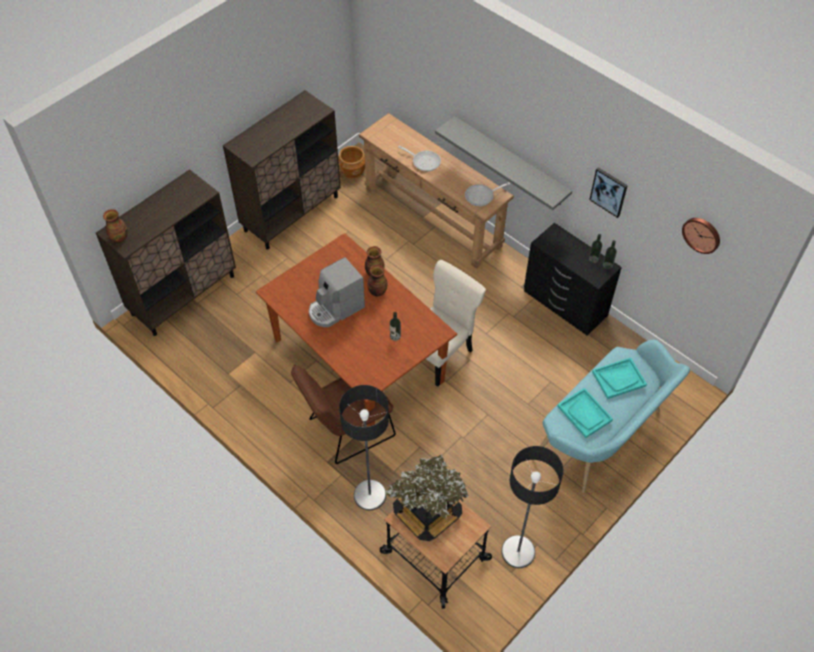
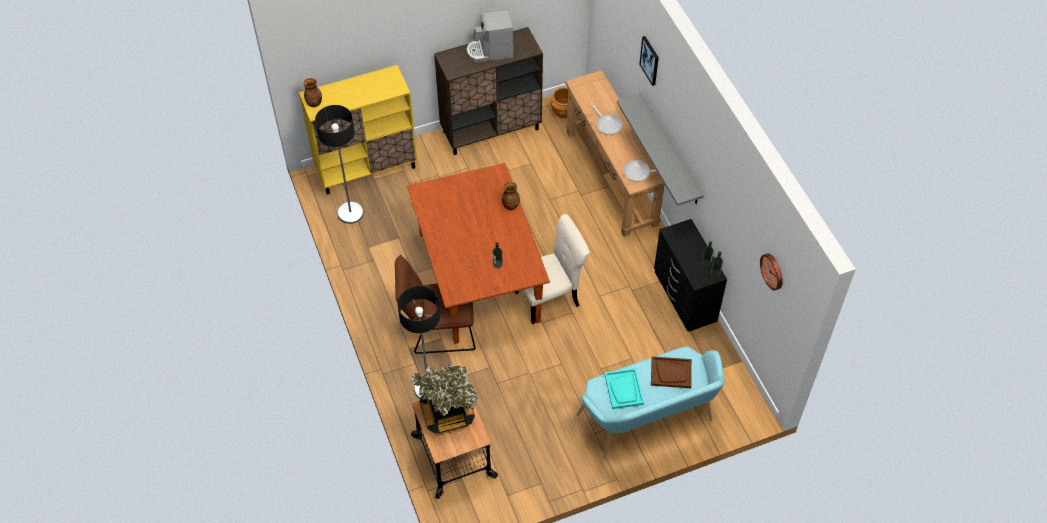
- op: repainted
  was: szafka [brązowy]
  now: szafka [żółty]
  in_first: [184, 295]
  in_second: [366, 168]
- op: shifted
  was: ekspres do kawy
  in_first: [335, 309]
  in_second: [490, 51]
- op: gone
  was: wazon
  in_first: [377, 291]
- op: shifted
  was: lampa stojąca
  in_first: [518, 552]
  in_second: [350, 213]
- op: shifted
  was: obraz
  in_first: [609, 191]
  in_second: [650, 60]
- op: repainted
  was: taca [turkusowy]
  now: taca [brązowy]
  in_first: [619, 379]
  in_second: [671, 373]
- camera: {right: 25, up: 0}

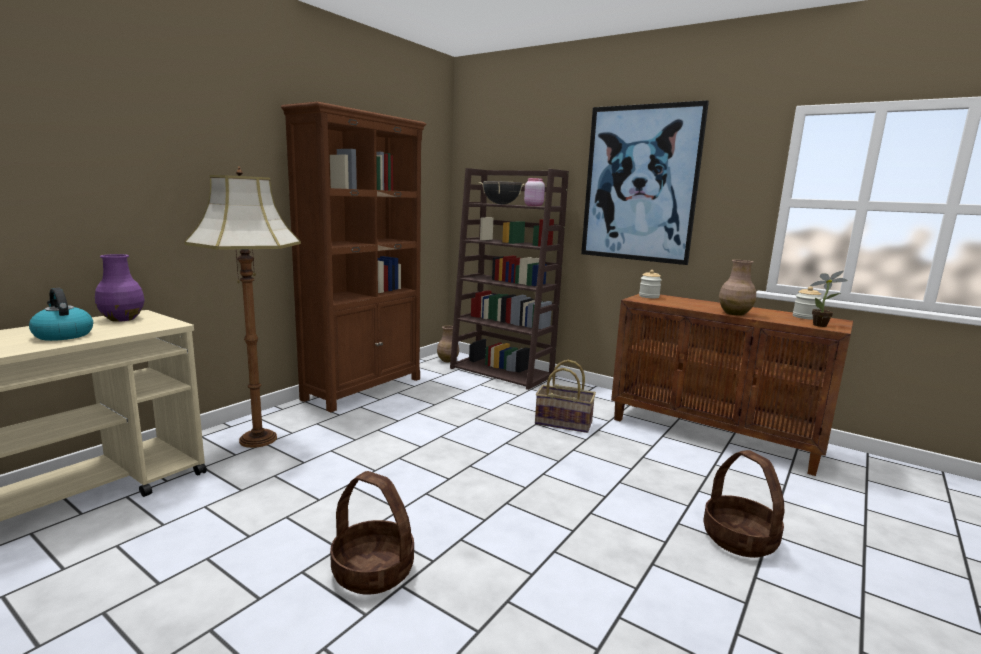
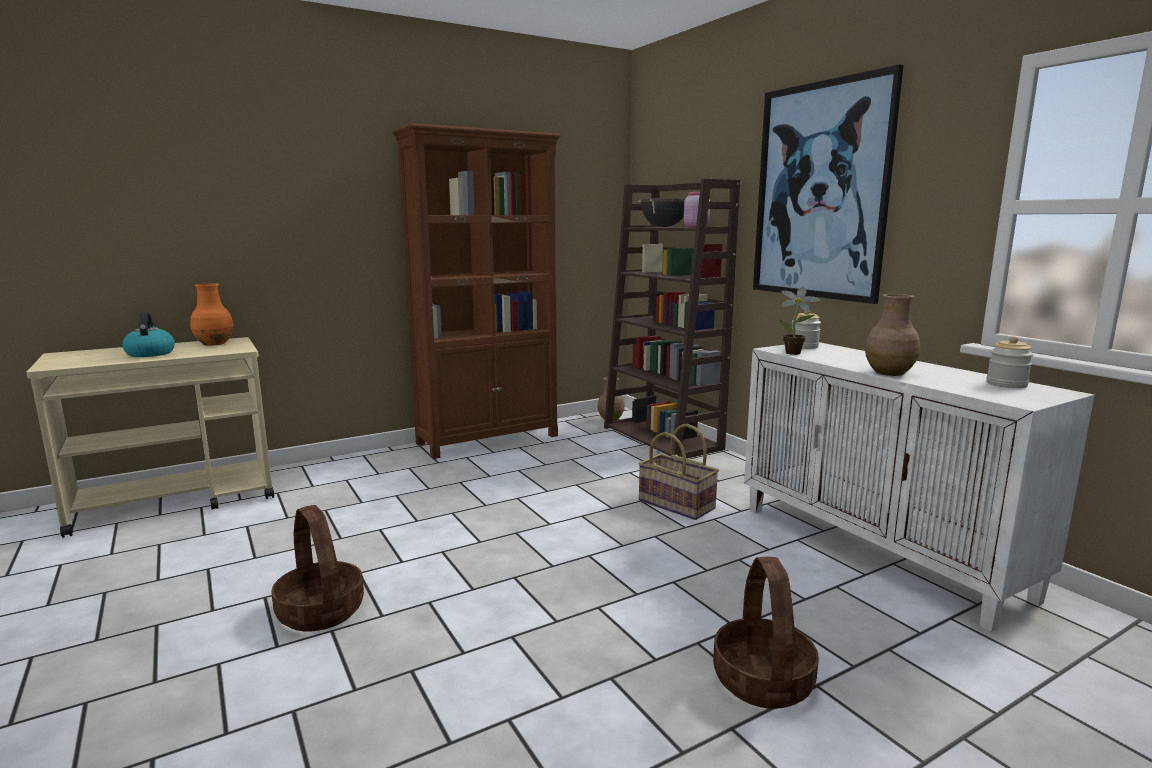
- op: repainted
  was: wazon [fioletowy]
  now: wazon [pomarańczowy]
  in_first: [122, 319]
  in_second: [214, 343]
- op: gone
  was: lampa stojąca
  in_first: [260, 439]
- op: repainted
  was: szafka [brązowy]
  now: szafka [biały]
  in_first: [713, 435]
  in_second: [879, 550]
- op: shifted
  was: roślina doniczkowa
  in_first: [822, 325]
  in_second: [795, 353]
- camera: {right: 25, up: 0}

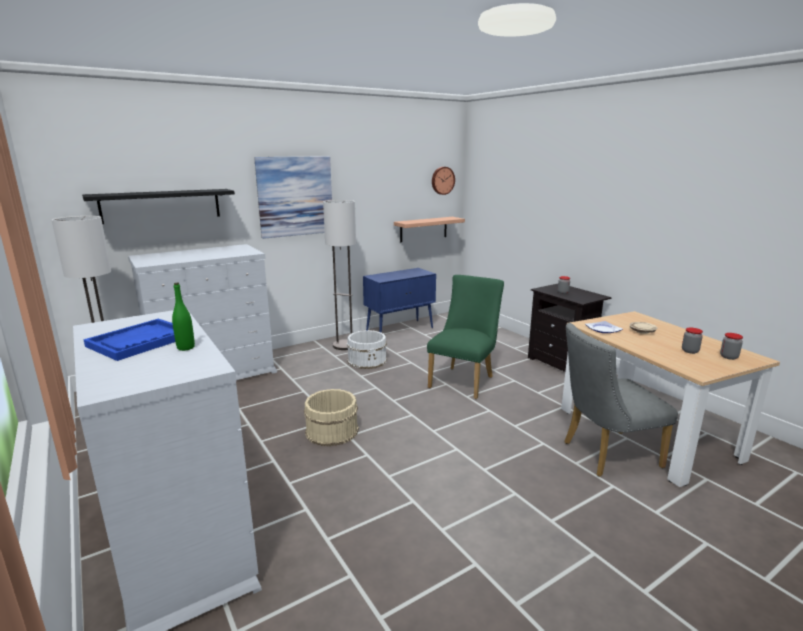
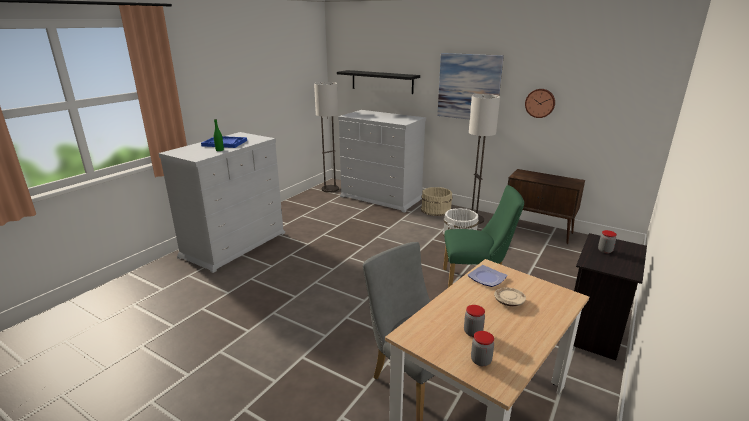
- op: shifted
  was: wiadro [beżowy]
  in_first: [331, 431]
  in_second: [436, 209]
- op: repainted
  was: szafka [niebieski]
  now: szafka [brązowy]
  in_first: [400, 329]
  in_second: [538, 231]
- op: gone
  was: półka
  in_first: [423, 229]
- op: shifted
  was: zegar ścienny
  in_first: [442, 180]
  in_second: [540, 103]
- camera: {right: 65, up: 5}

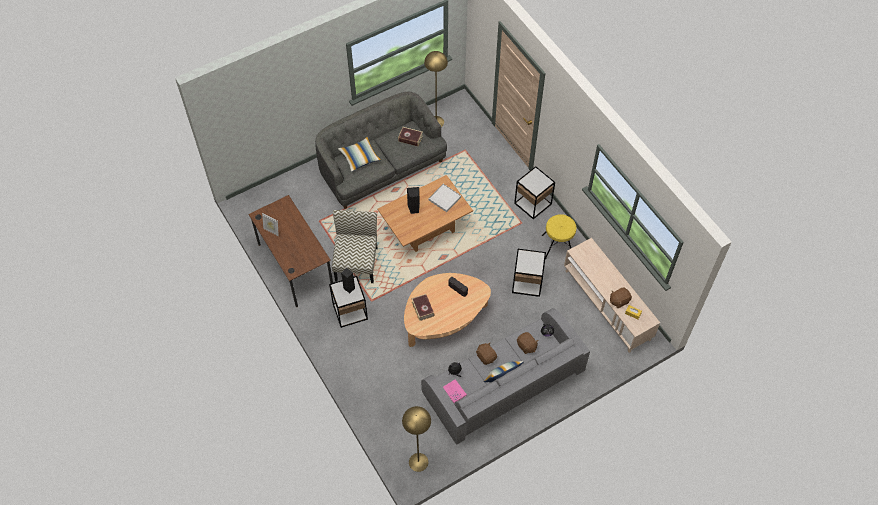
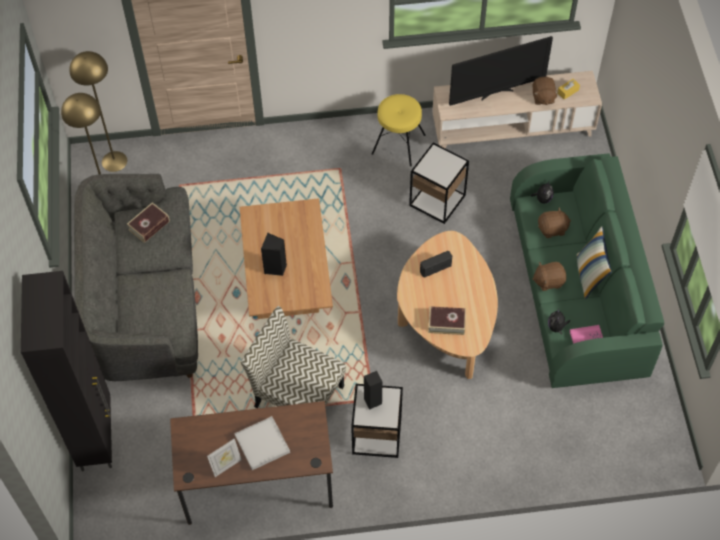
- op: gone
  was: poduszka
  in_first: [360, 157]
- op: shifted
  was: lampa stojąca [żółty]
  in_first: [418, 462]
  in_second: [114, 161]
- op: repainted
  was: kanapa [szary]
  now: kanapa [zielony]
  in_first: [503, 383]
  in_second: [577, 288]
- op: shifted
  was: taca [biały]
  in_first: [444, 198]
  in_second: [262, 444]
- op: gone
  was: stolik
  in_first: [533, 203]
- op: new
  now: szafka [czarny]
  in_second: [97, 436]
- op: new
  now: telewizor
  in_second: [496, 93]
- camera: {right: -65, up: 0}

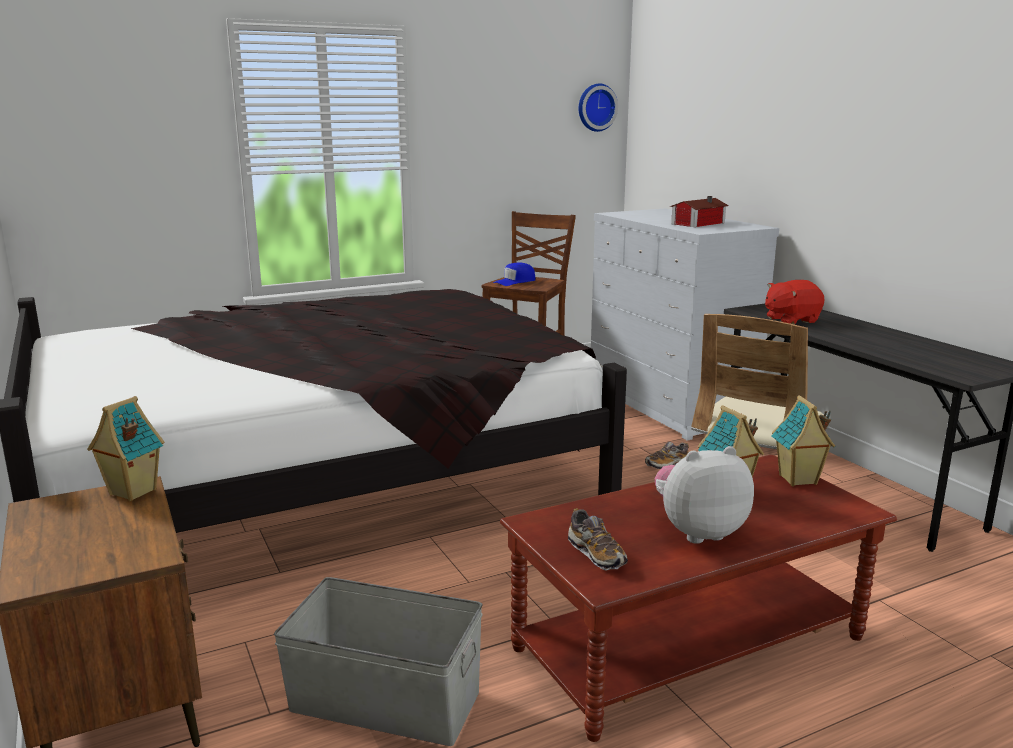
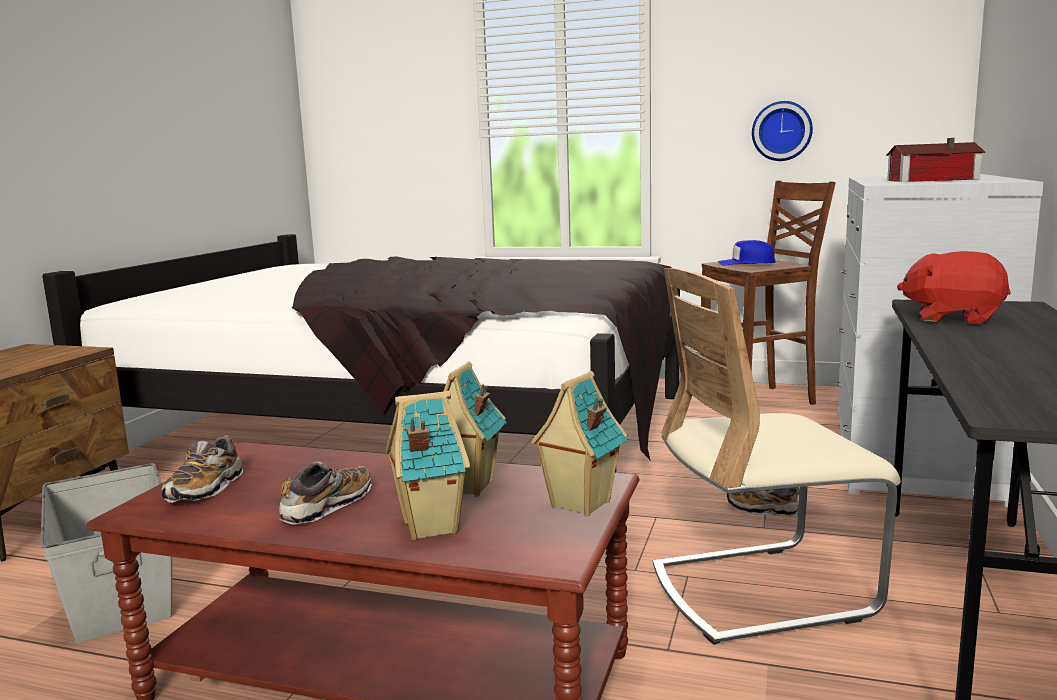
- op: shifted
  was: domek
  in_first: [131, 492]
  in_second: [429, 527]
- op: shifted
  was: zegar ścienny
  in_first: [595, 107]
  in_second: [782, 131]
- op: swapped
  was: pluszak
  now: but
  in_first: [698, 532]
  in_second: [327, 507]
- camera: {right: 45, up: -5}

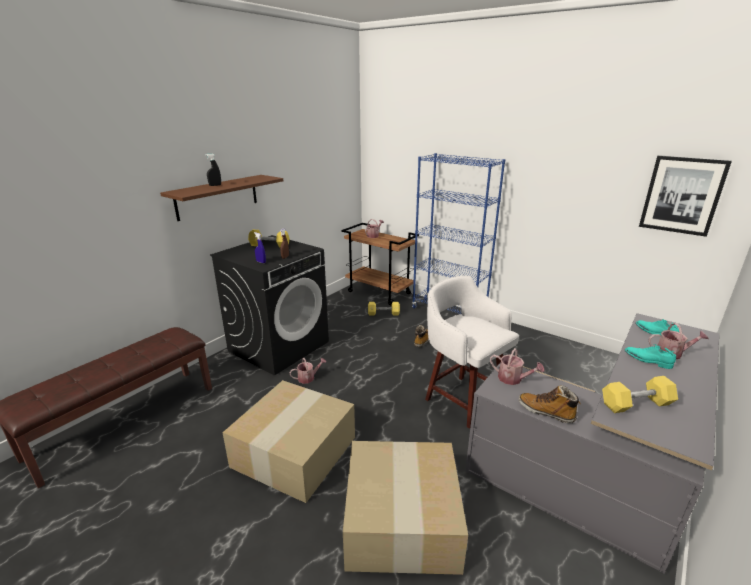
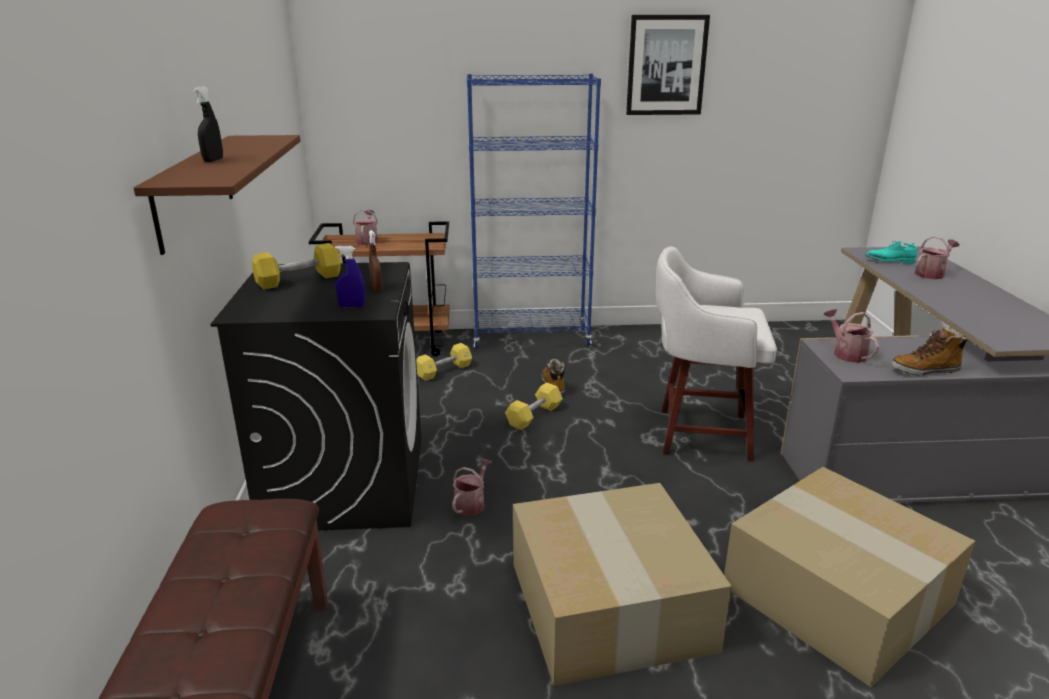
- op: rotated
  was: konewka
  in_first: [513, 379]
  in_second: [846, 353]
  clockwise: -105
- op: shifted
  was: hantel [żółty]
  in_first: [636, 404]
  in_second: [534, 416]
- op: gone
  was: but [turkusowy]
  in_first: [647, 361]
- op: shifted
  was: obraz
  in_first: [682, 195]
  in_second: [666, 65]
- camera: {right: -40, up: 0}

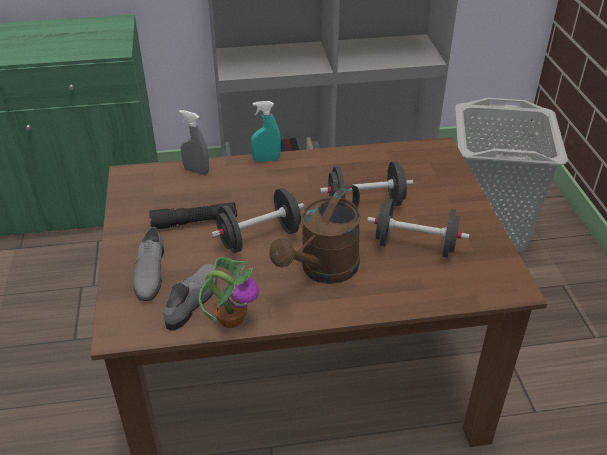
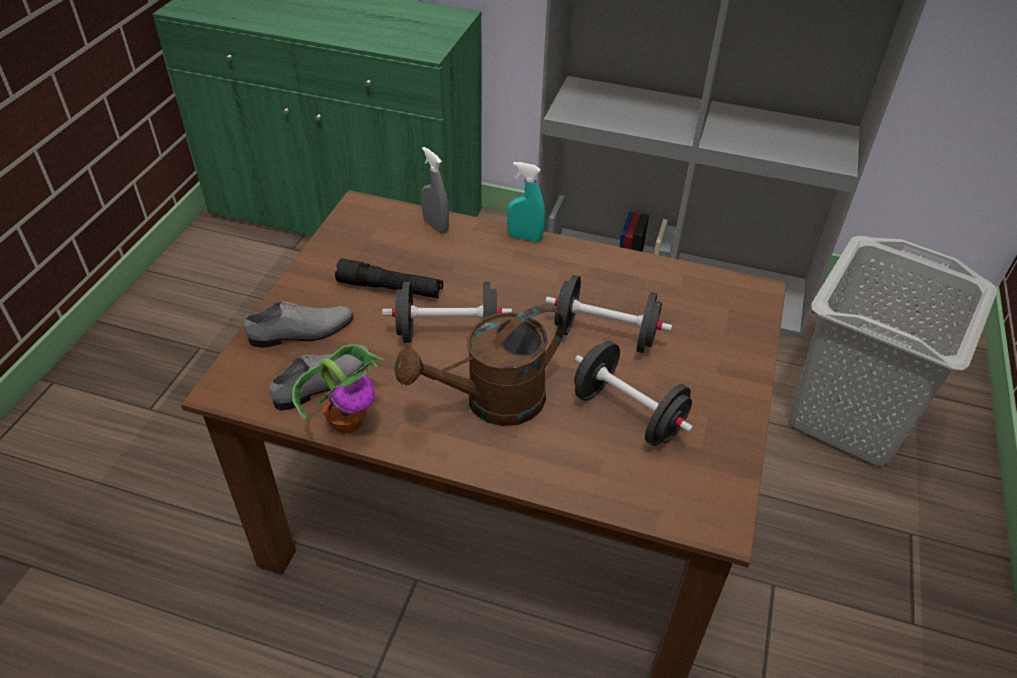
- op: rotated
  was: but [szary]
  in_first: [149, 272]
  in_second: [302, 332]
  clockwise: -135
- camera: {right: 25, up: 5}

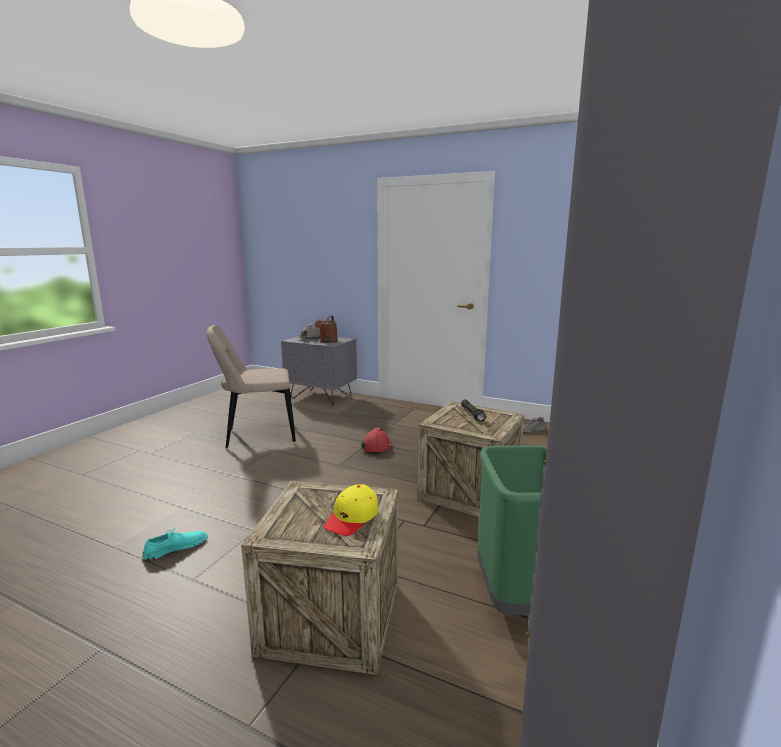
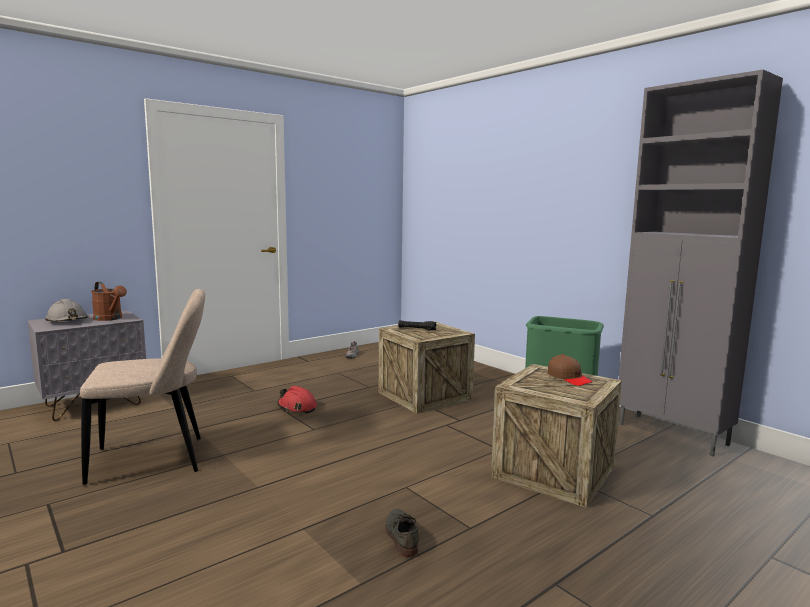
- op: repainted
  was: but [turkusowy]
  now: but [szary]
  in_first: [176, 547]
  in_second: [401, 535]
- op: rotated
  was: krzesło [beżowy]
  in_first: [257, 435]
  in_second: [154, 459]
  clockwise: -120
- op: repainted
  was: czapka z daszkiem [żółty]
  now: czapka z daszkiem [brązowy]
  in_first: [352, 518]
  in_second: [569, 378]
- camera: {right: -65, up: -5}

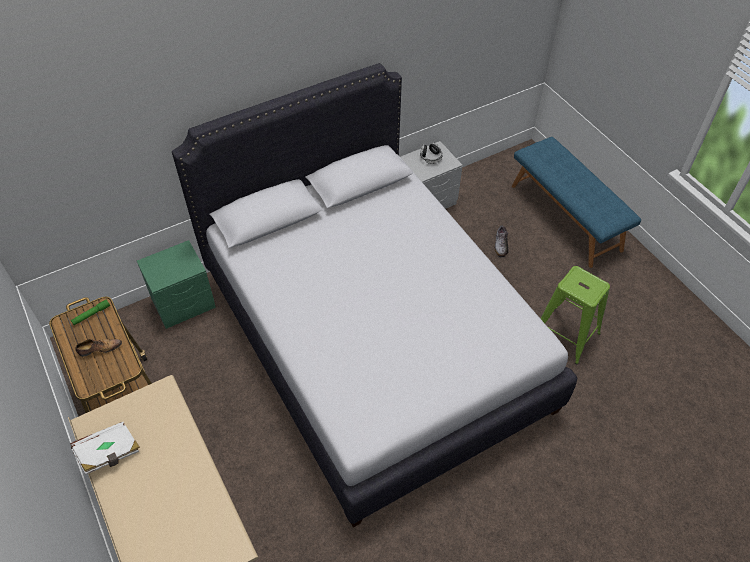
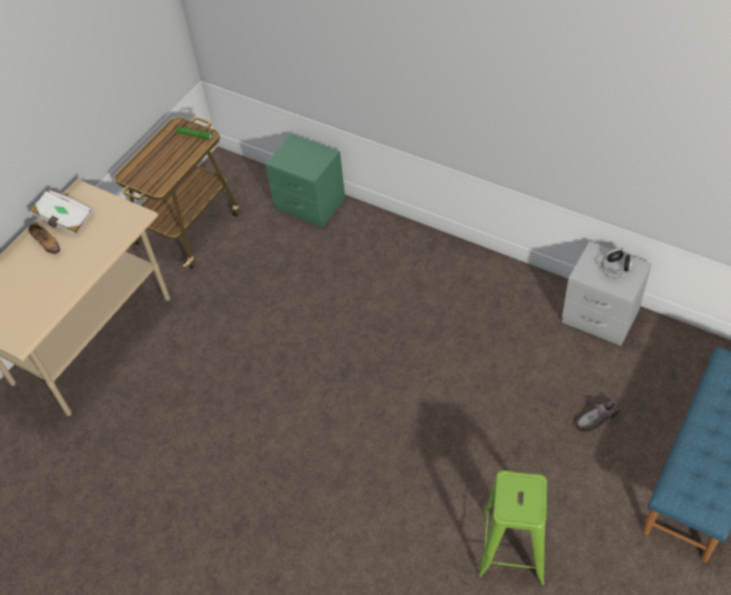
- op: shifted
  was: but
  in_first: [99, 349]
  in_second: [46, 243]
- op: gone
  was: łóżko [biały]
  in_first: [373, 340]
- camera: {right: 65, up: 0}

